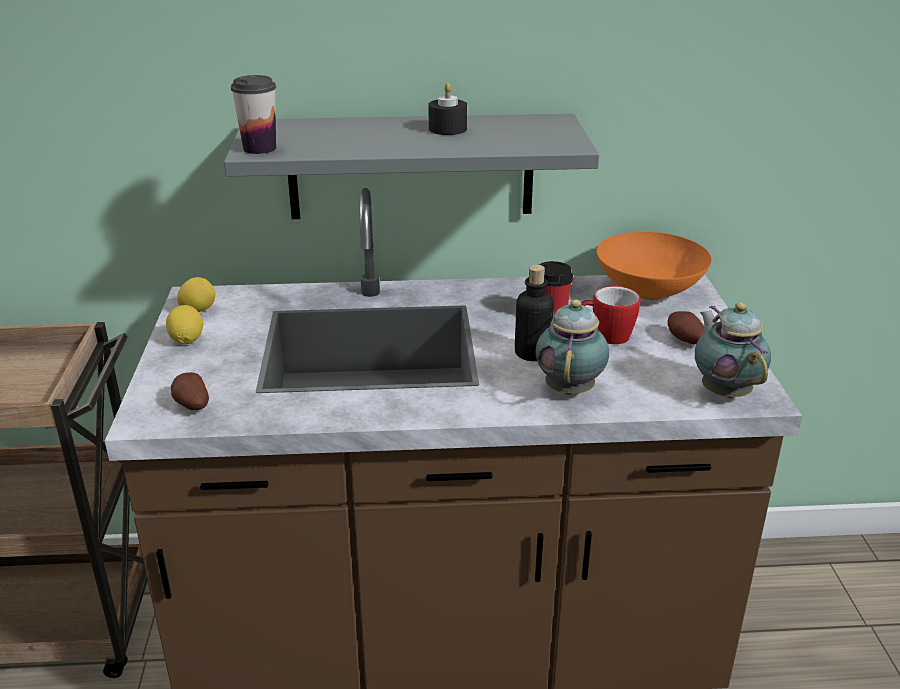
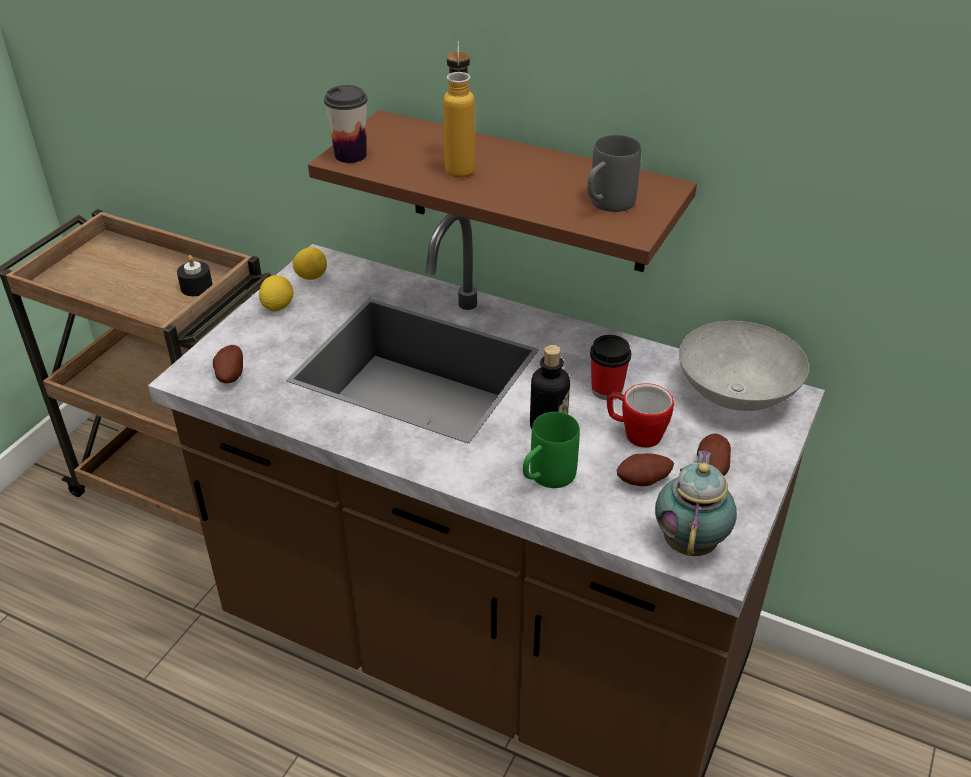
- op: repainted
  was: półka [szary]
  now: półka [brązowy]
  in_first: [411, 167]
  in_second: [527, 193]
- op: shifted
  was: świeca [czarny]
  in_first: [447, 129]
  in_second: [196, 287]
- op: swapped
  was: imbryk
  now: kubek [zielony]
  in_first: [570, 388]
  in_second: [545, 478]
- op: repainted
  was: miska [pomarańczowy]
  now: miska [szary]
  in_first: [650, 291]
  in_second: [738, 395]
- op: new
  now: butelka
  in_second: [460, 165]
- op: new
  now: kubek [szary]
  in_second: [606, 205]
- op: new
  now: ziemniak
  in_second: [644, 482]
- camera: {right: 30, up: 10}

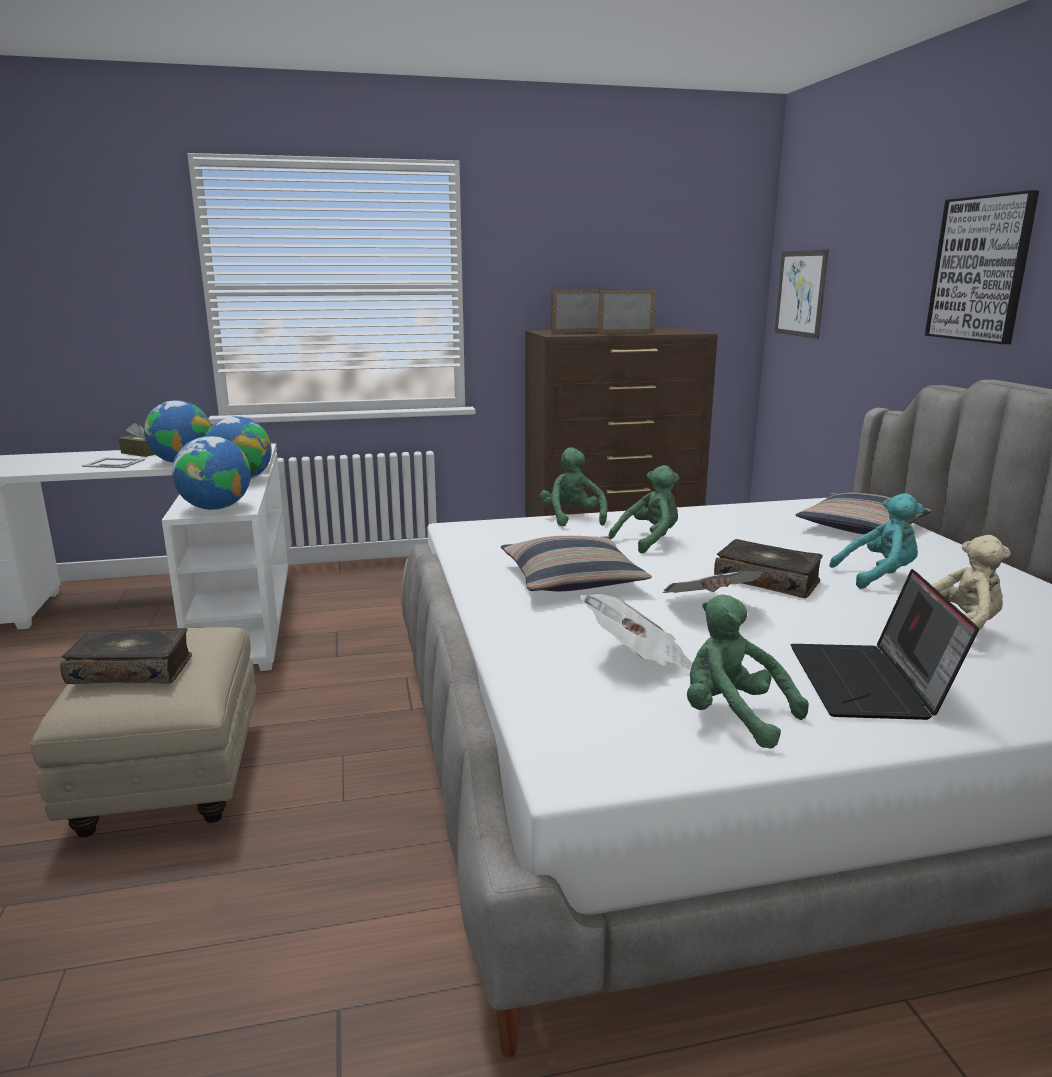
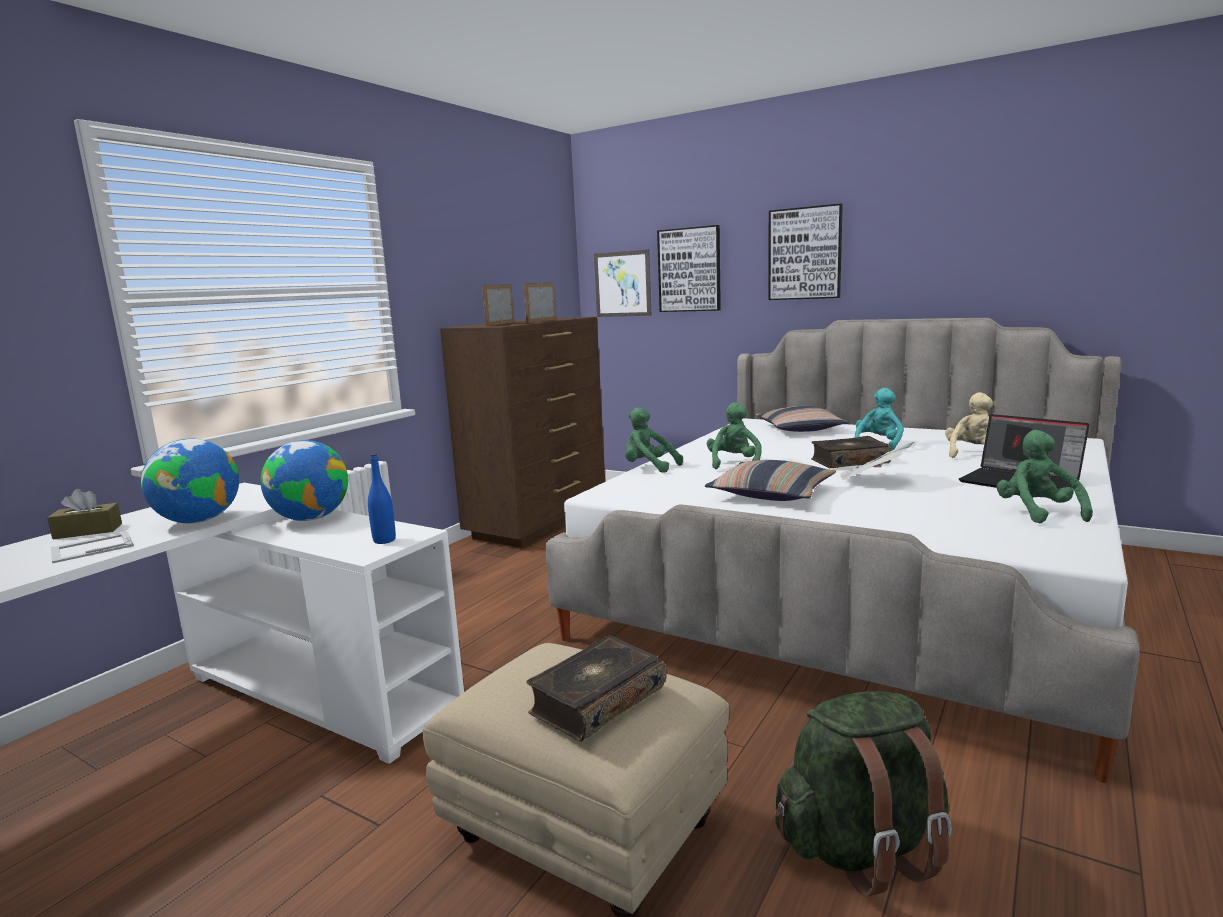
- op: swapped
  was: globus
  now: butelka [niebieski]
  in_first: [216, 508]
  in_second: [384, 540]
- op: gone
  was: gazeta
  in_first: [638, 660]
- op: rotated
  was: pluszak [zielony]
  in_first: [733, 716]
  in_second: [1037, 513]
  clockwise: 90
- op: new
  now: obraz
  in_second: [689, 270]
- op: new
  now: plecak [zielony]
  in_second: [862, 848]
- camera: {right: -45, up: -5}

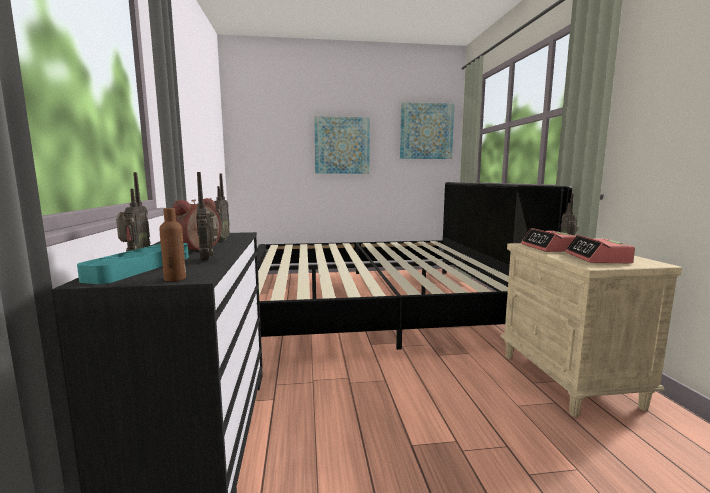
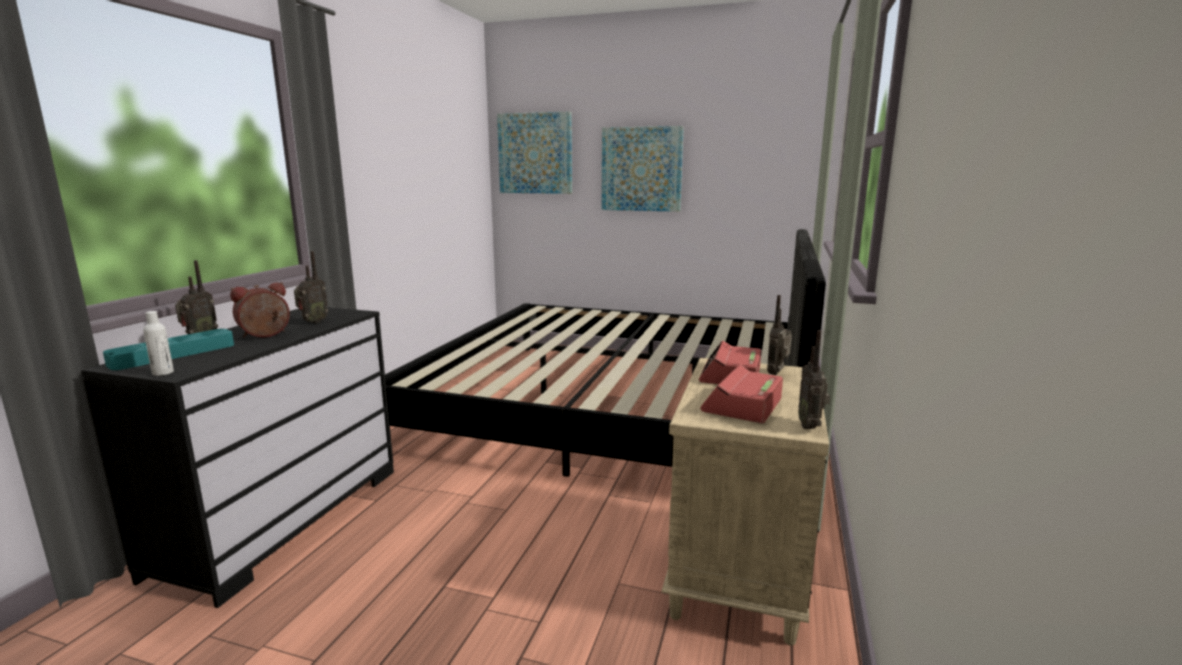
- op: repainted
  was: butelka [brązowy]
  now: butelka [biały]
  in_first: [175, 279]
  in_second: [163, 373]
- op: shifted
  was: radio
  in_first: [209, 259]
  in_second: [810, 426]
- op: shifted
  was: obraz
  in_first: [426, 131]
  in_second: [535, 153]
- camera: {right: 25, up: 5}

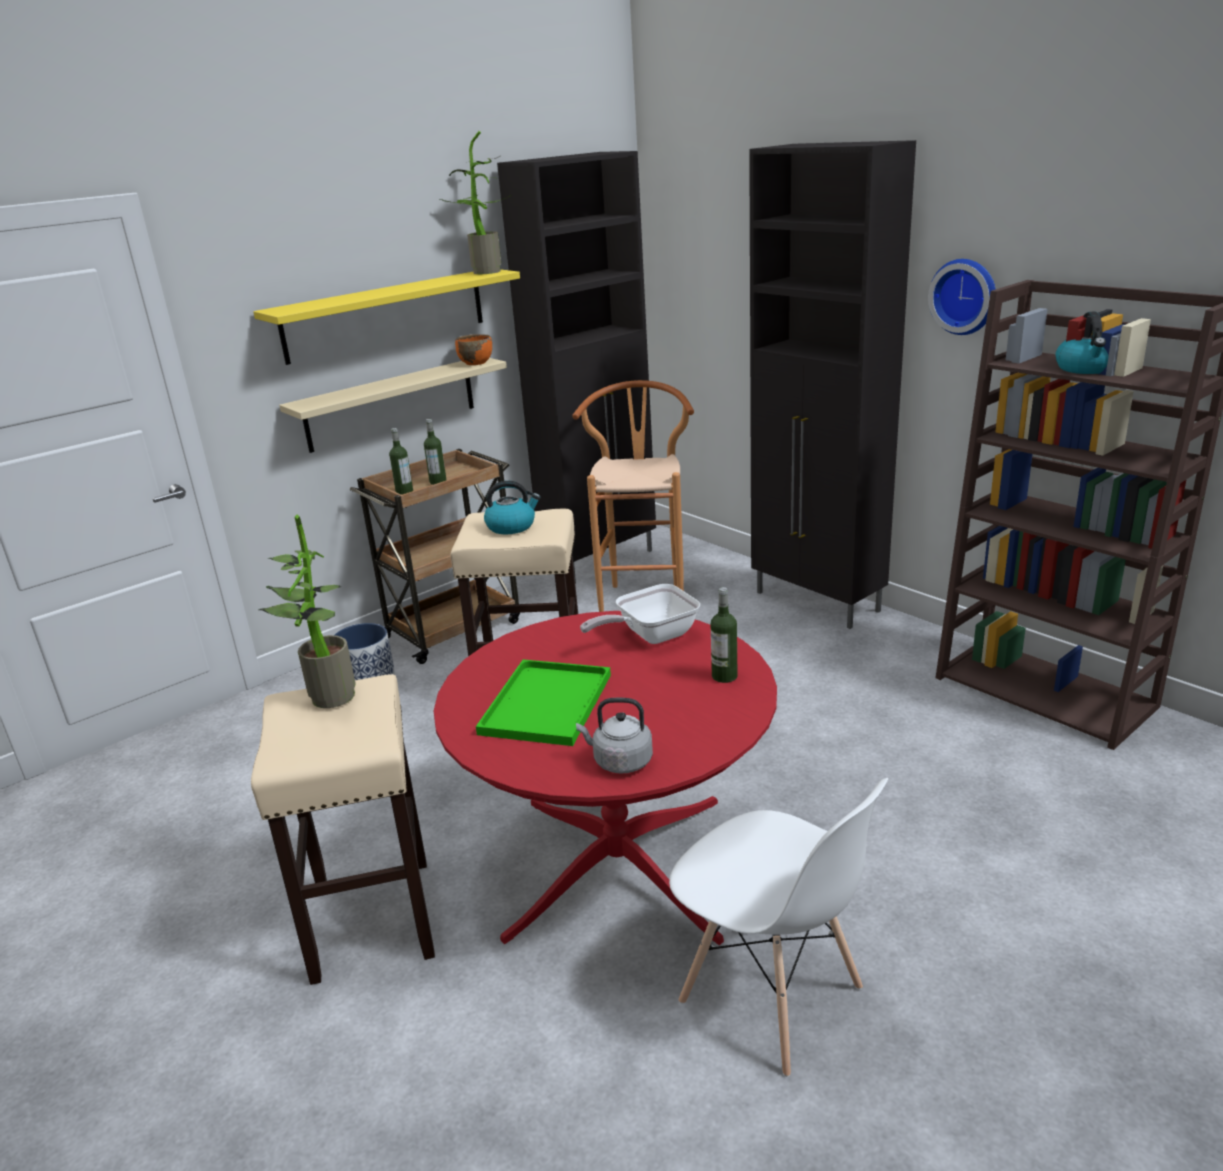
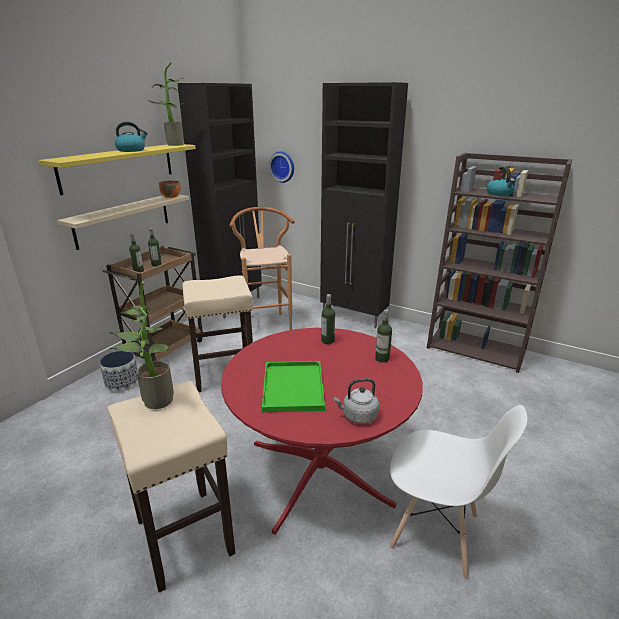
- op: shifted
  was: czajnik
  in_first: [512, 526]
  in_second: [131, 150]
- op: swapped
  was: patelnia
  now: butelka
  in_first: [650, 636]
  in_second: [327, 341]
- op: shifted
  was: zegar ścienny
  in_first: [965, 296]
  in_second: [283, 166]
- camera: {right: -20, up: 0}

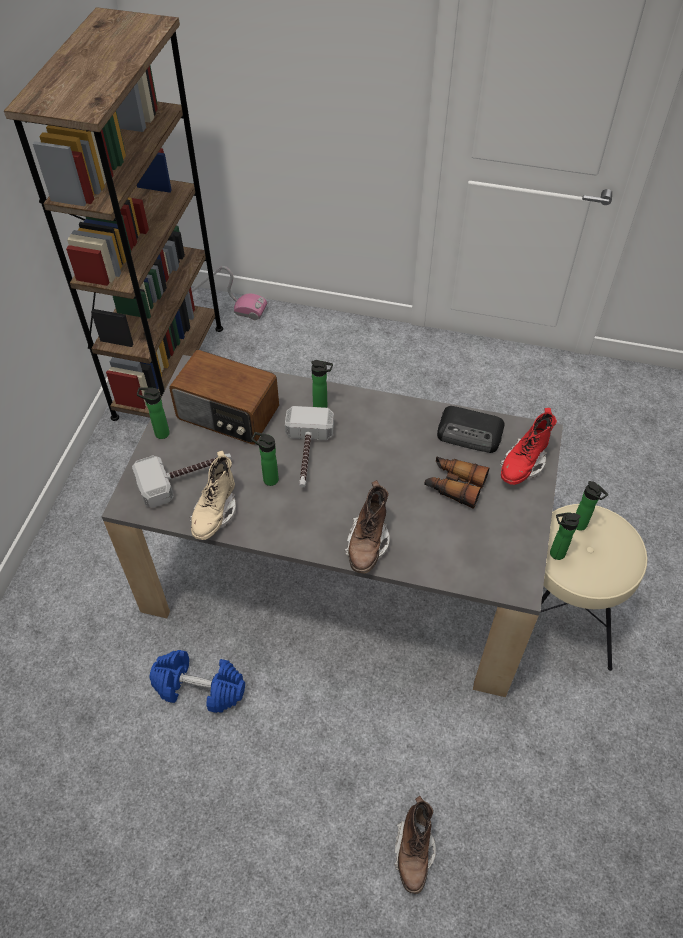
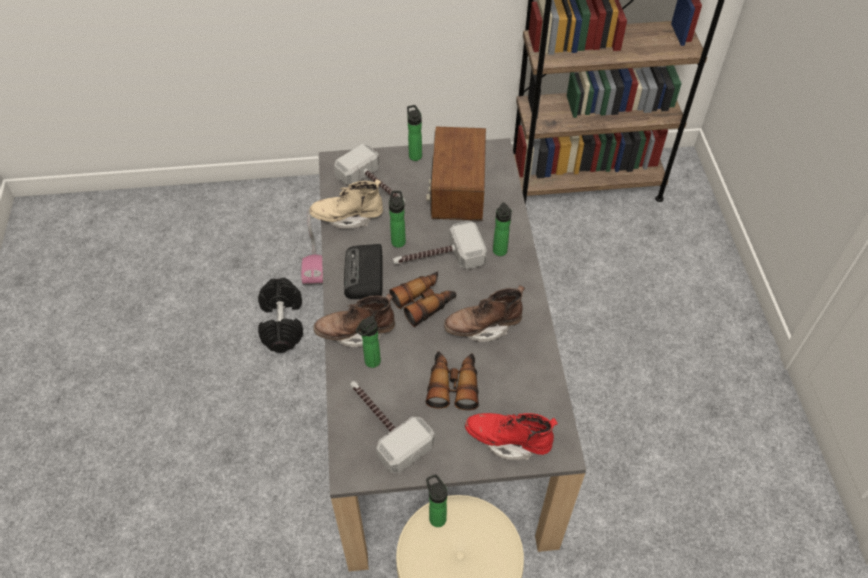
- op: repainted
  was: hantel [niebieski]
  now: hantel [czarny]
  in_first: [200, 687]
  in_second: [282, 323]
- op: shifted
  was: odkurzacz
  in_first: [222, 305]
  in_second: [316, 248]
- op: shifted
  was: but z cholewką [brązowy]
  in_first: [414, 851]
  in_second: [483, 327]
- op: shifted
  was: radio
  in_first: [470, 433]
  in_second: [365, 275]
- op: shifted
  was: butelka
  in_first: [581, 526]
  in_second: [371, 363]
- op: new
  now: młotek
  in_second: [384, 425]
- op: new
  now: lornetka
  in_second: [424, 302]
- camera: {right: 70, up: 0}

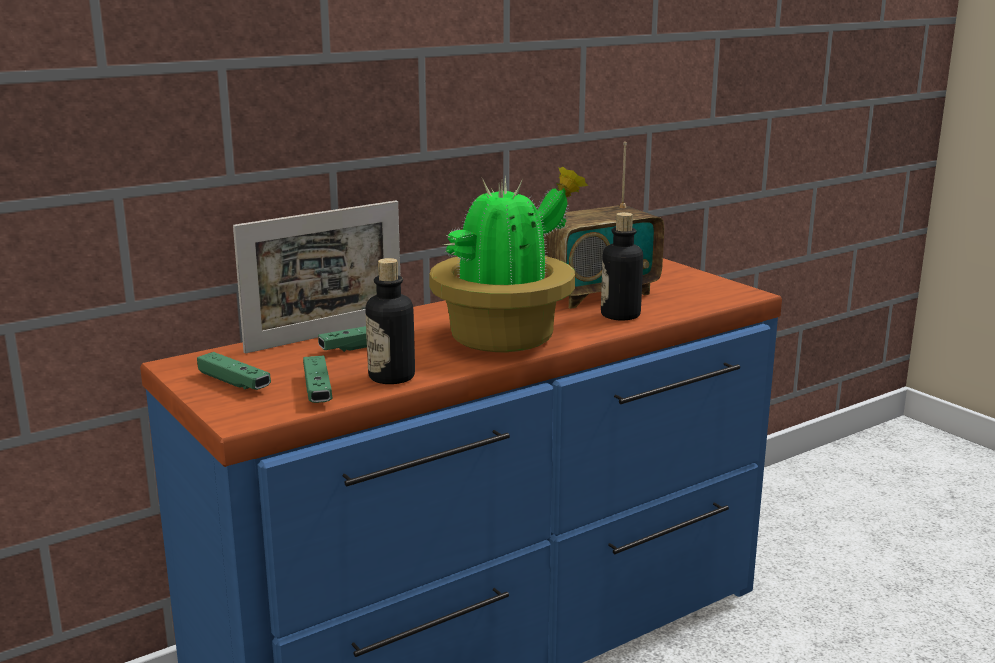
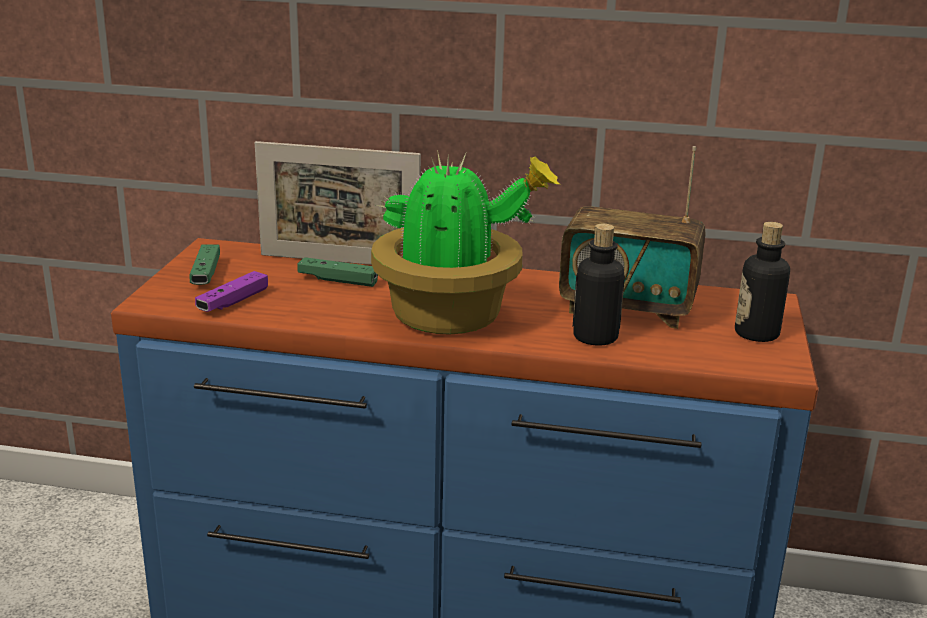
- op: repainted
  was: pad do gier [zielony]
  now: pad do gier [fioletowy]
  in_first: [317, 390]
  in_second: [233, 302]
- op: shifted
  was: butelka
  in_first: [391, 377]
  in_second: [756, 333]
- camera: {right: 45, up: 5}

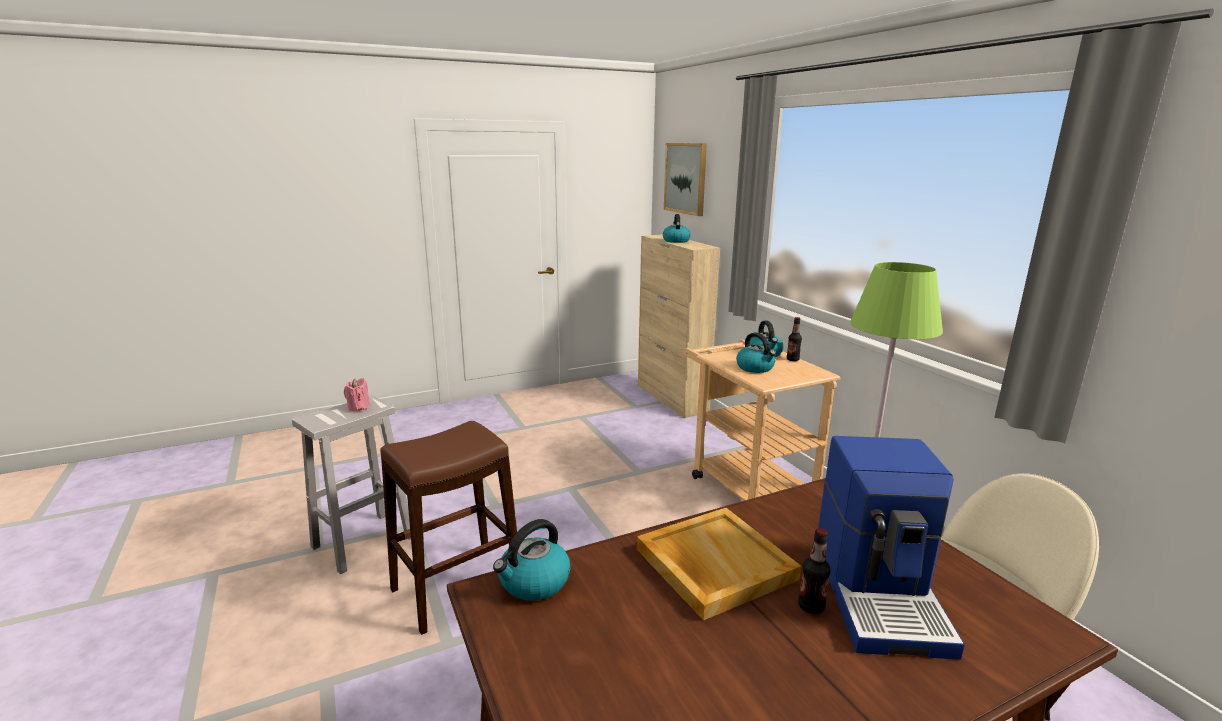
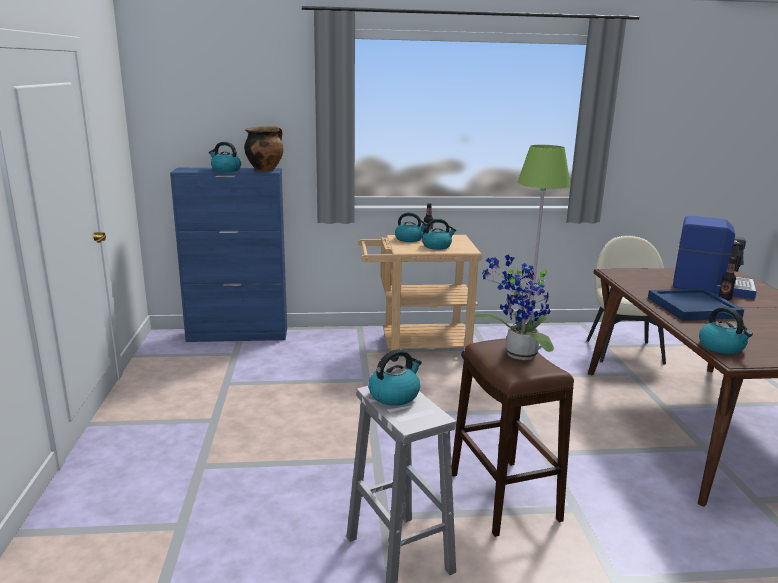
- op: swapped
  was: świeca [różowy]
  now: czajnik
  in_first: [358, 407]
  in_second: [394, 395]
- op: repainted
  was: taca [beżowy]
  now: taca [niebieski]
  in_first: [713, 564]
  in_second: [693, 308]
- op: repainted
  was: szafka [beżowy]
  now: szafka [niebieski]
  in_first: [671, 398]
  in_second: [238, 335]
- op: gone
  was: obraz
  in_first: [686, 178]
- op: new
  now: garnek
  in_second: [265, 169]
- op: new
  now: roślina doniczkowa
  in_second: [517, 355]
- camera: {right: -70, up: 0}

